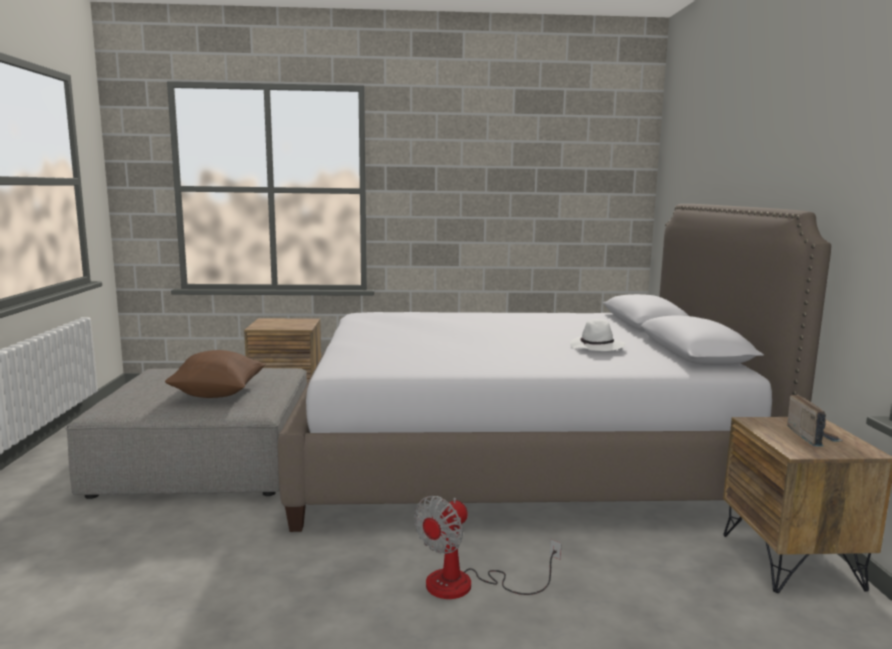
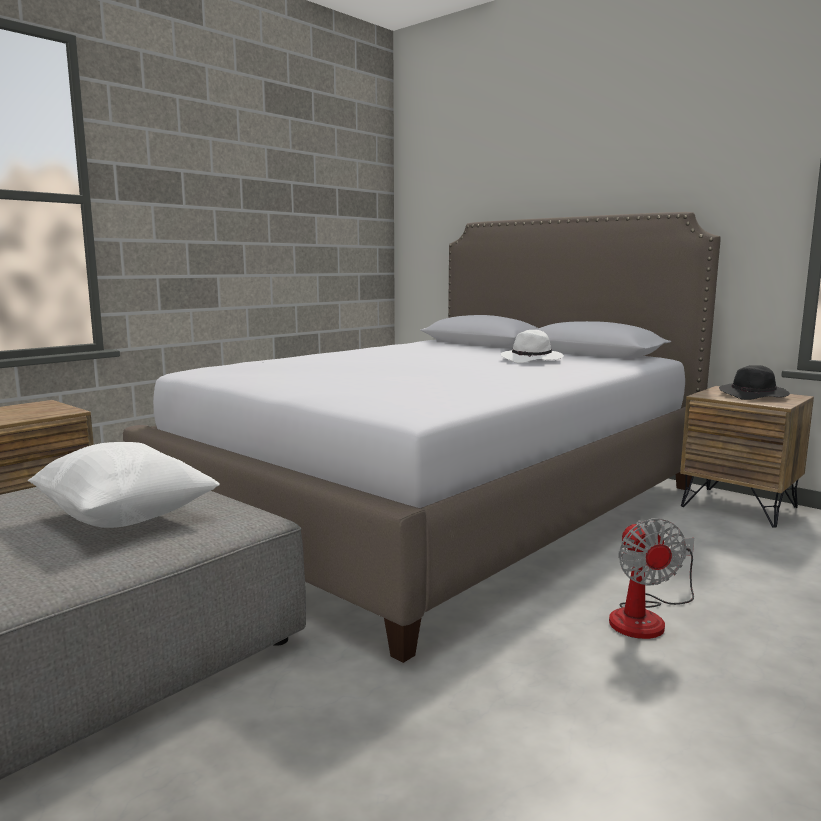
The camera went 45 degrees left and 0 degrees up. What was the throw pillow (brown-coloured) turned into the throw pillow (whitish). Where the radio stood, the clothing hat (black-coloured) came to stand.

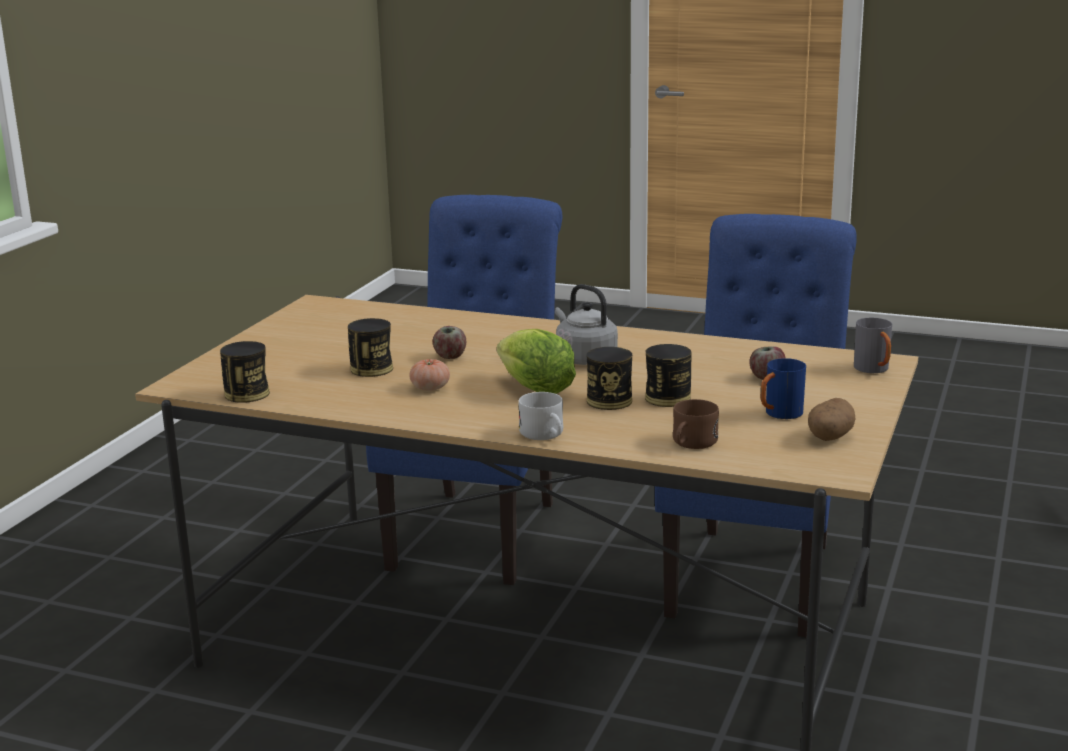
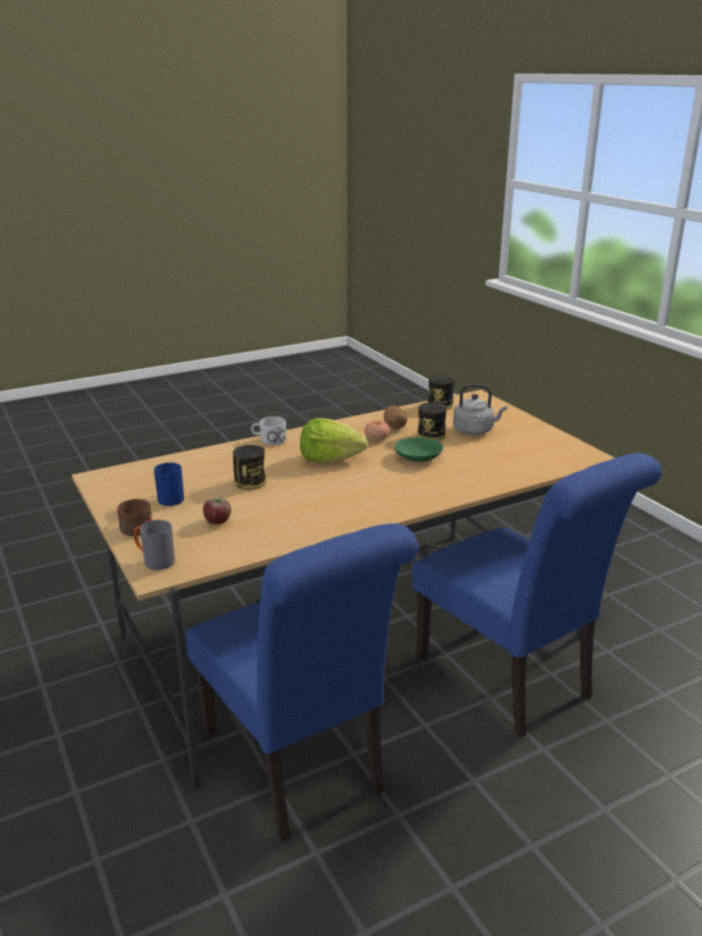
The camera went 130 degrees right and 5 degrees up. The kettle (gray) ended up elsewhere. Where the whole apple (1st from left) stood, the deep dish (greenish) came to stand. The second view lost the metal can (3rd from left). The potato ended up elsewhere. The coffee mug (brown-coloured) ended up elsewhere.

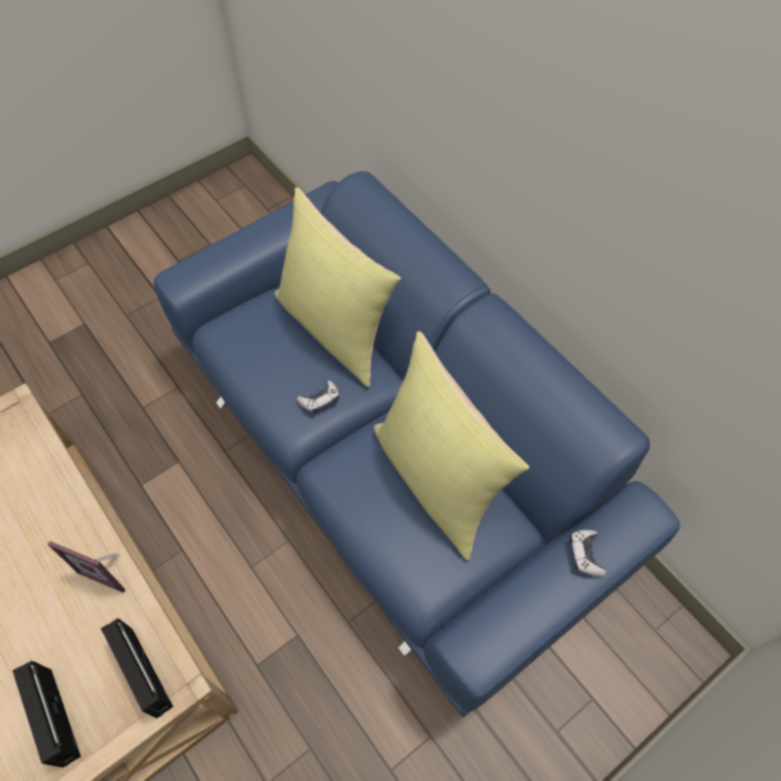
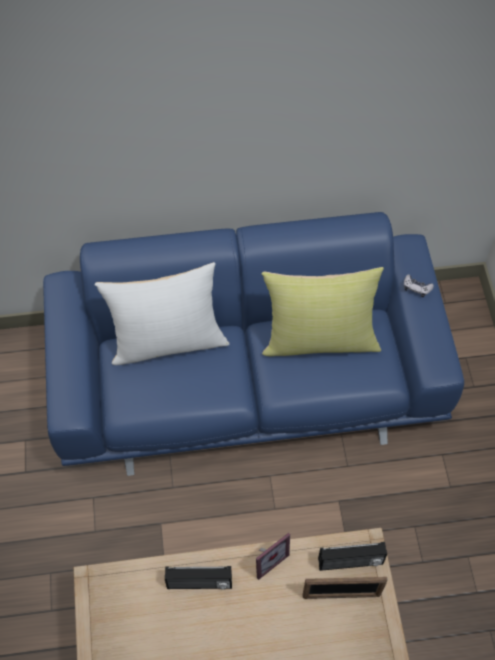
The camera went 60 degrees left and 0 degrees up. What was the throw pillow (yellow) (1st from left) turned into the throw pillow (whitish). The second view lost the joypad (1st from left). The radio (1st from left) ended up elsewhere. The second view gained the standing frame (2nd from left).

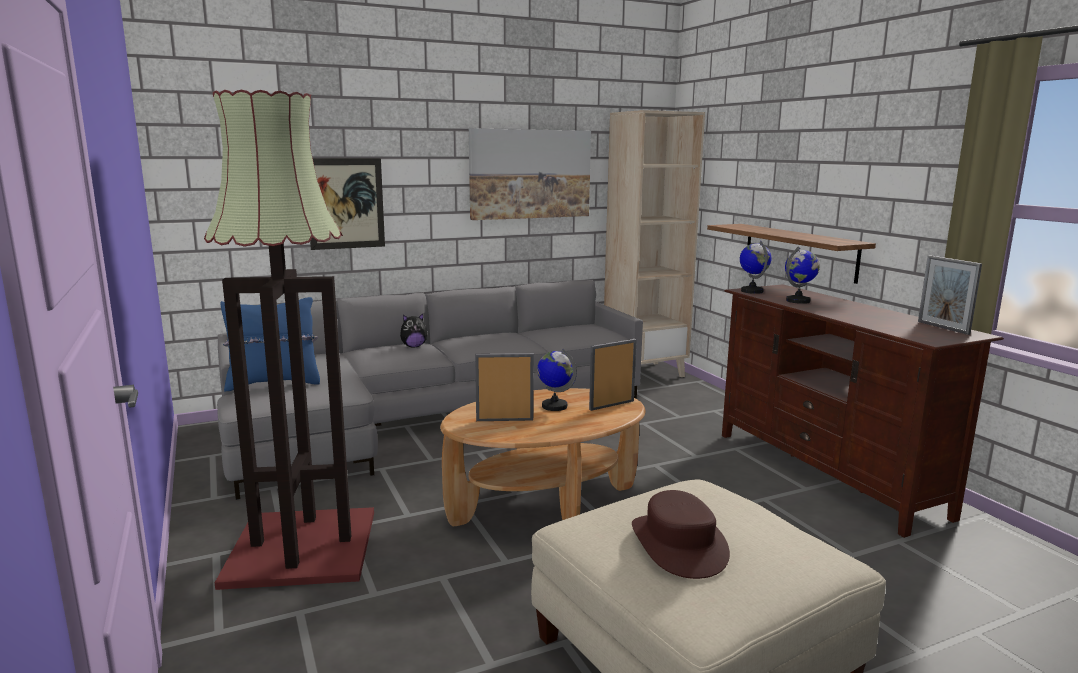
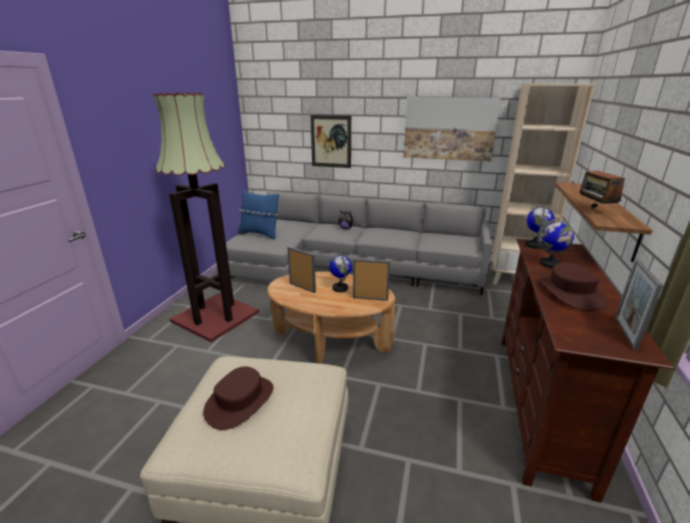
The camera went 40 degrees right and 10 degrees up. The second view gained the radio. The second view gained the clothing hat (brown-coloured) (2nd from left).

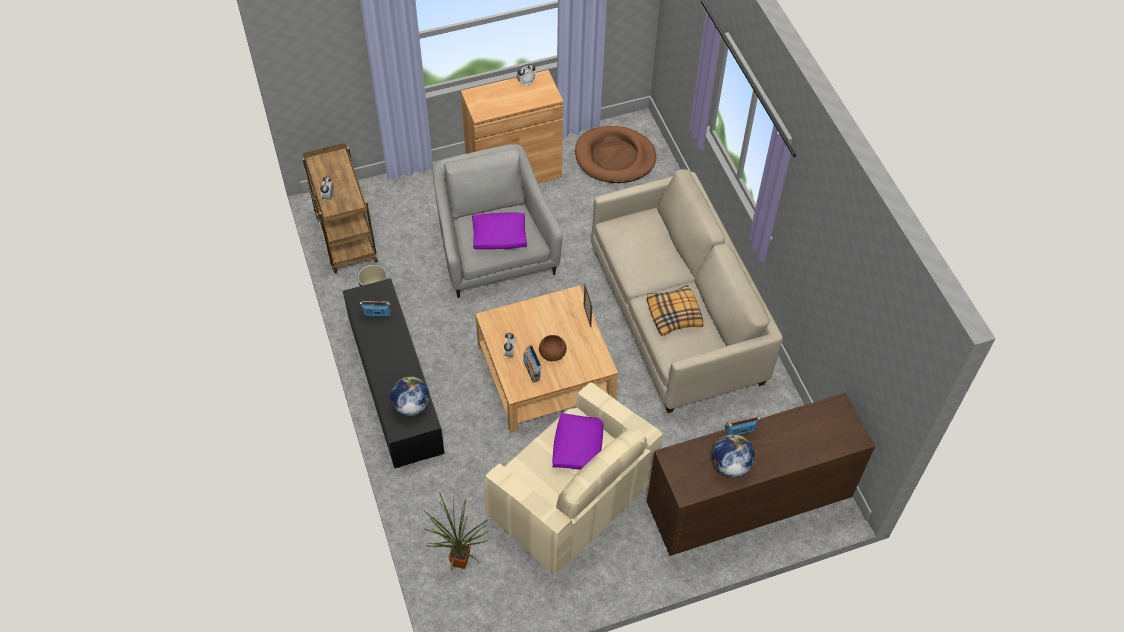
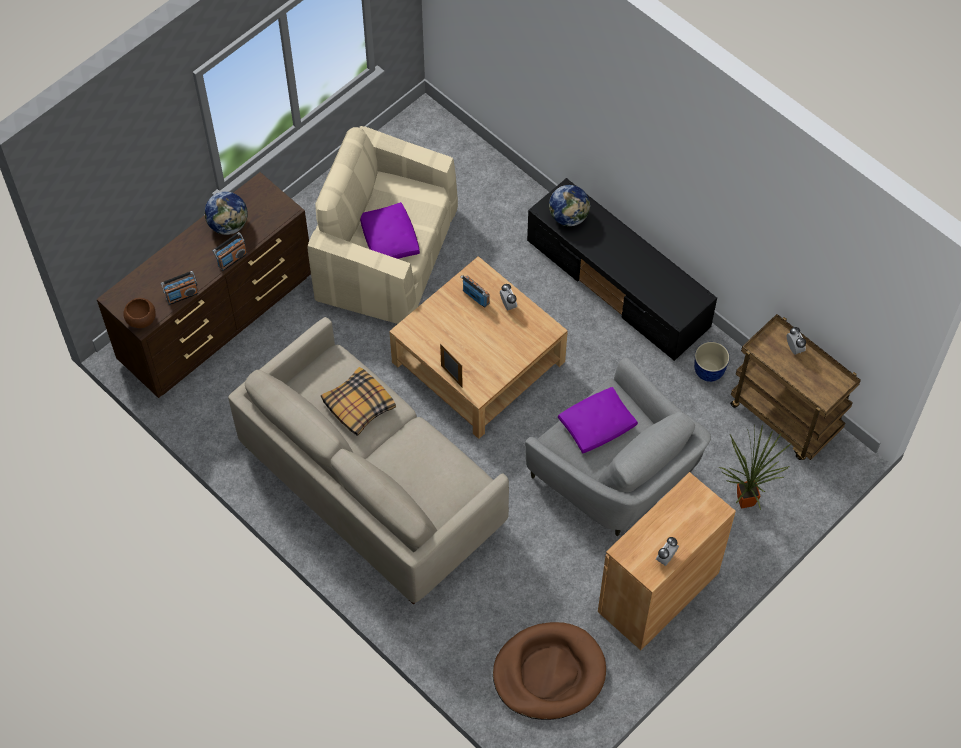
The camera went 155 degrees right and 5 degrees up. The radio (1st from left) ended up elsewhere. The deep dish (brown-coloured) ended up elsewhere. The houseplant ended up elsewhere.

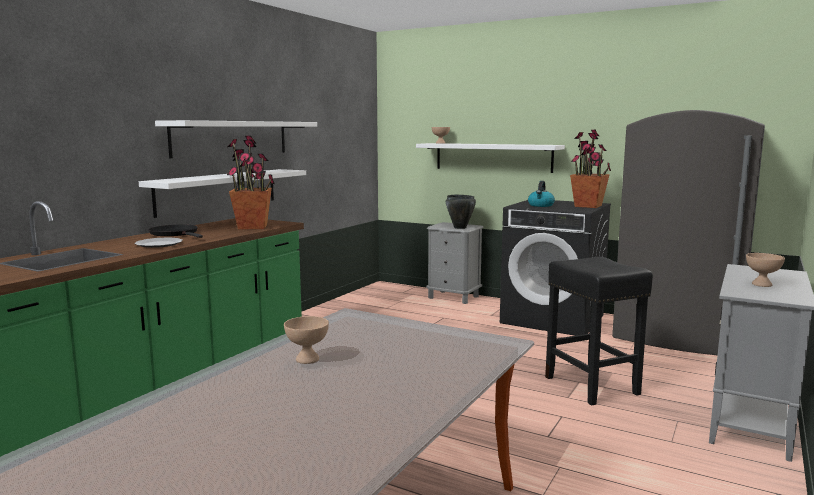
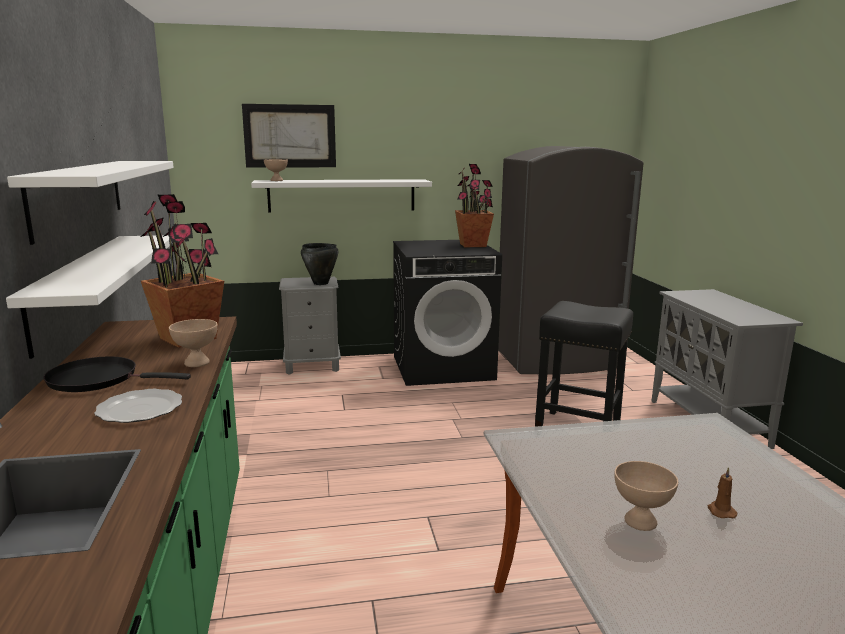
The camera went 40 degrees left and 5 degrees up. The second view lost the kettle. The deep dish (beige-coloured) (3rd from left in the first image) ended up elsewhere. The second view gained the picture. The second view gained the wax candle (brown-coloured).

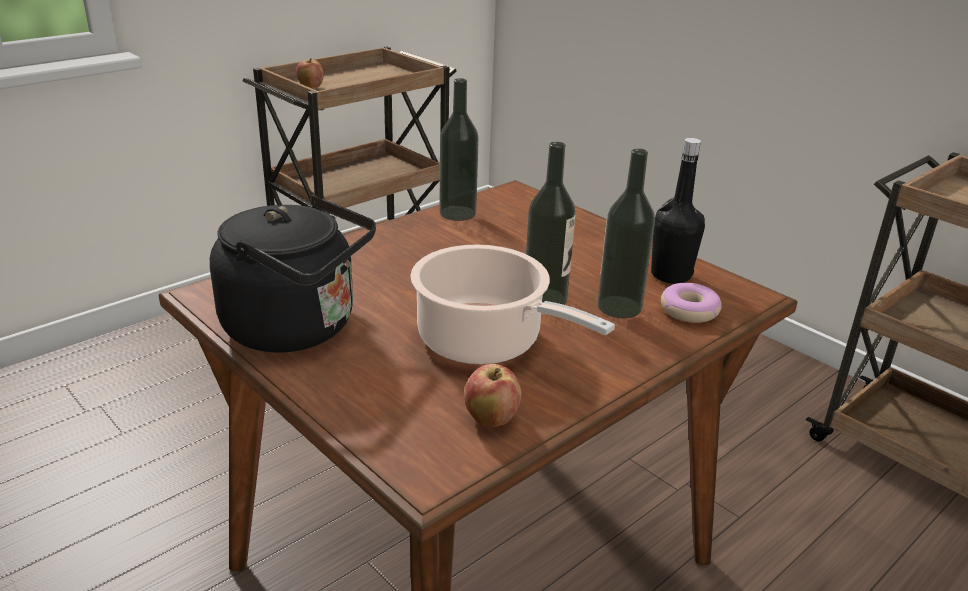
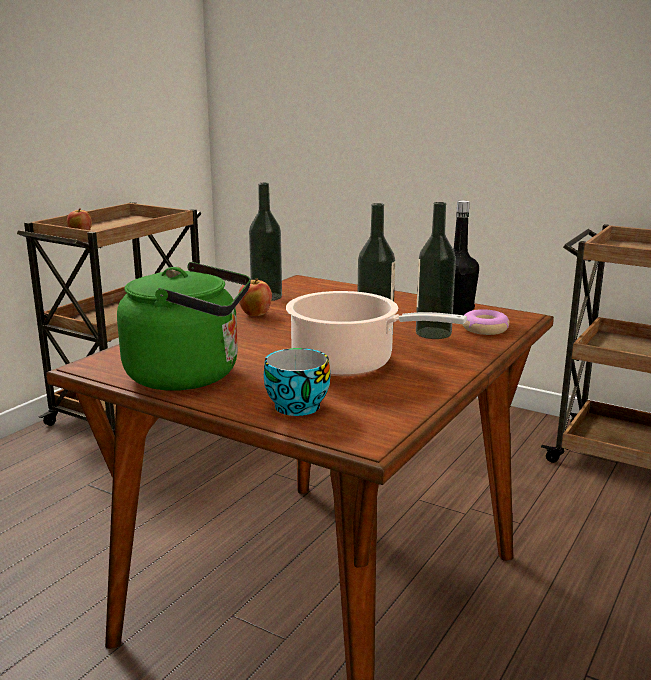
The camera went 15 degrees left and 10 degrees down. What was the kettle (black-coloured) turned into the kettle (greenish). The whole apple (2nd from left) ended up elsewhere. The second view gained the small cup.

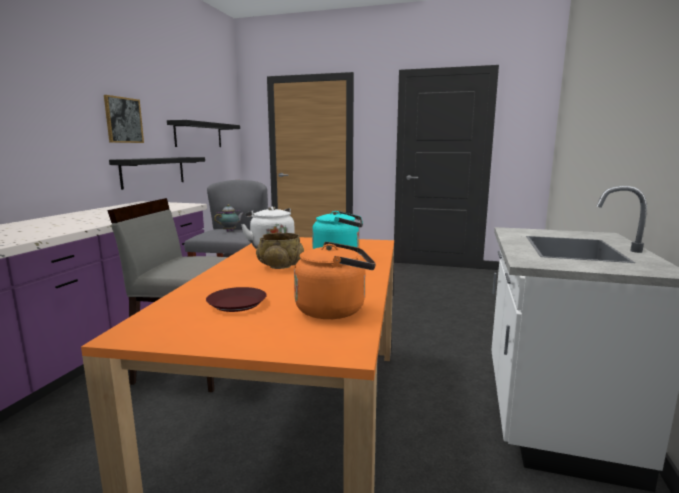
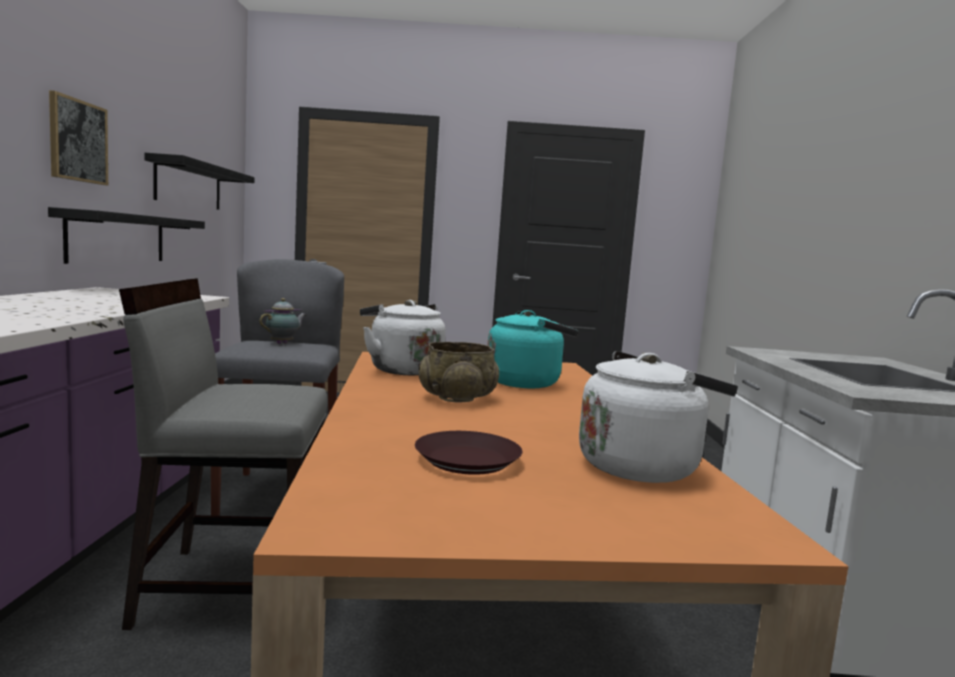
The camera went 15 degrees left and 5 degrees down. What was the kettle (orangey) turned into the kettle (whitish) (2nd from left).

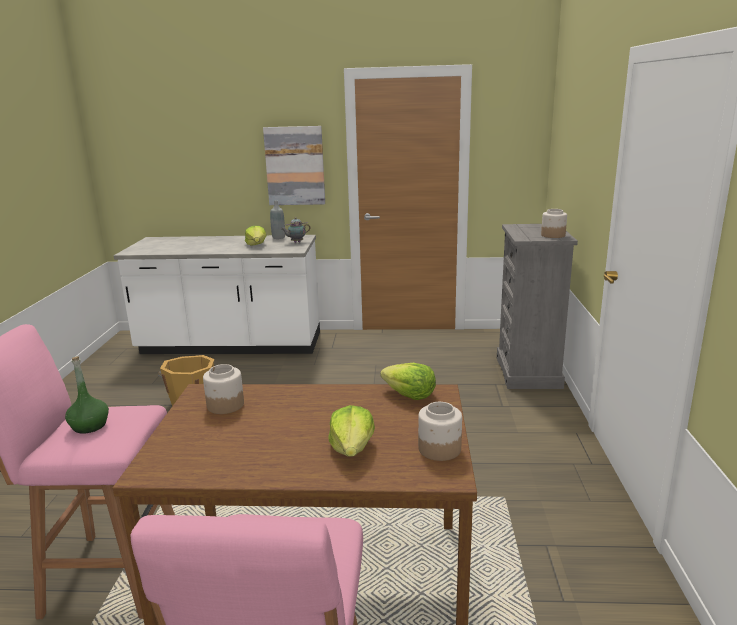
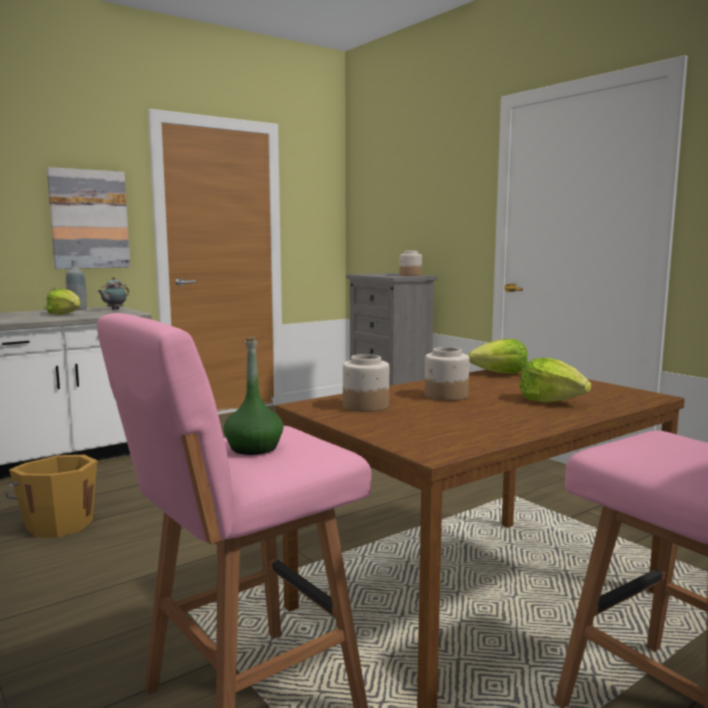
The camera went 40 degrees left and 10 degrees down. The preserve jar (2nd from left in the first image) ended up elsewhere.

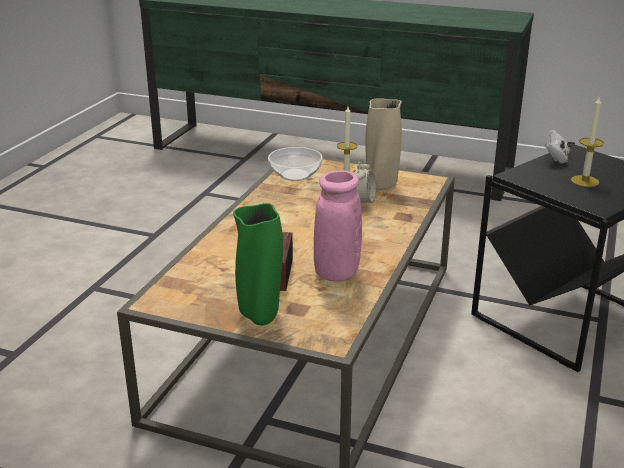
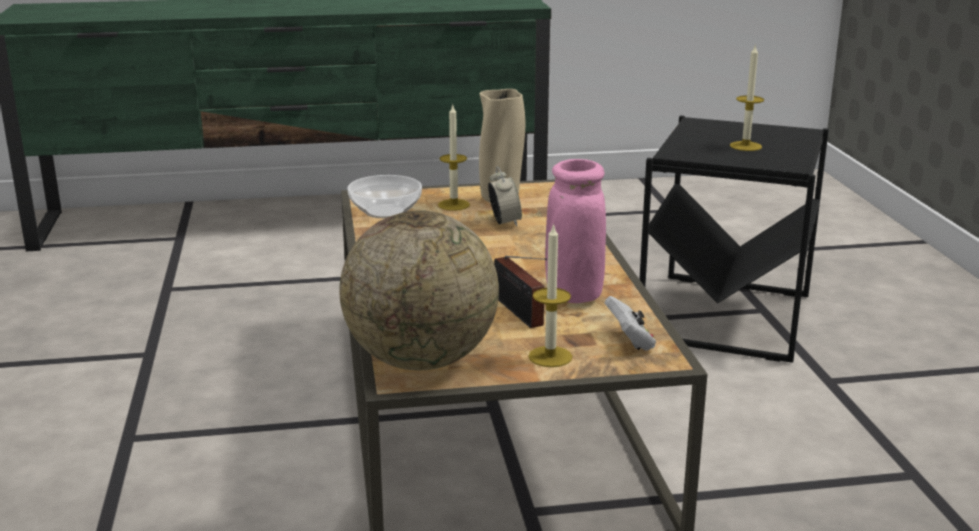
The camera went 30 degrees left and 5 degrees down. The joypad (whitish) ended up elsewhere. Where the decorative vase (greenish) stood, the wax candle (2nd from left) came to stand. The second view gained the world globe.

